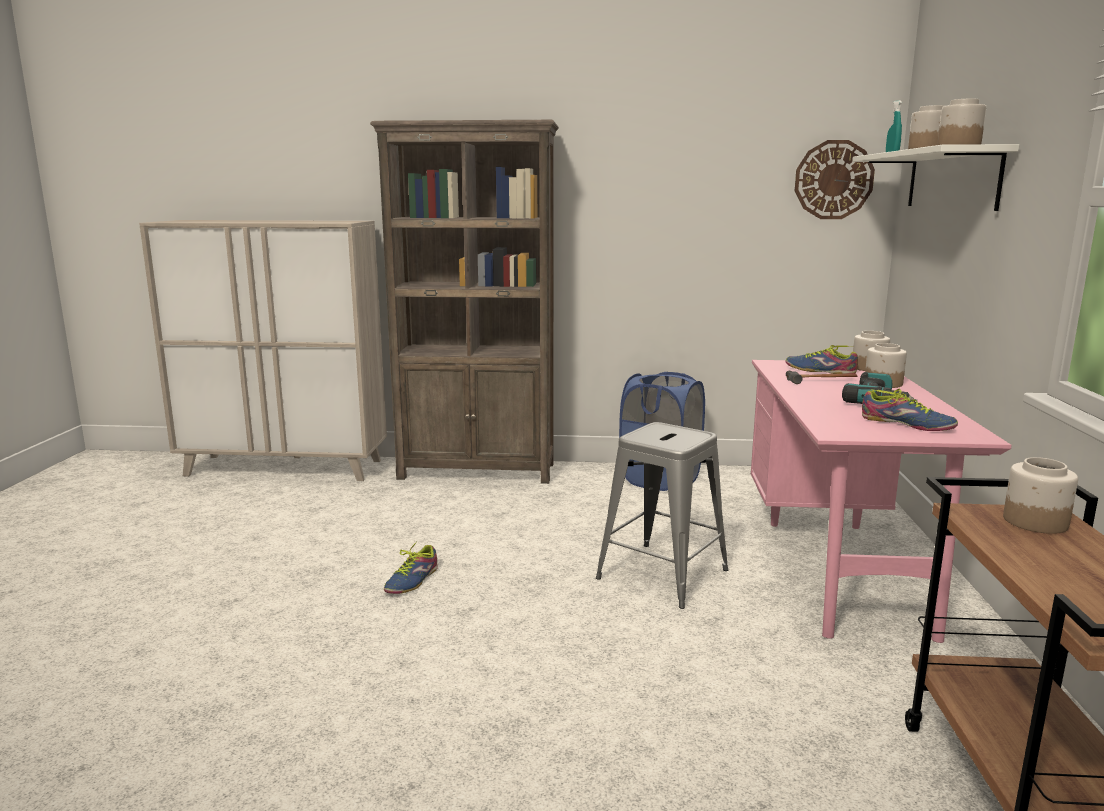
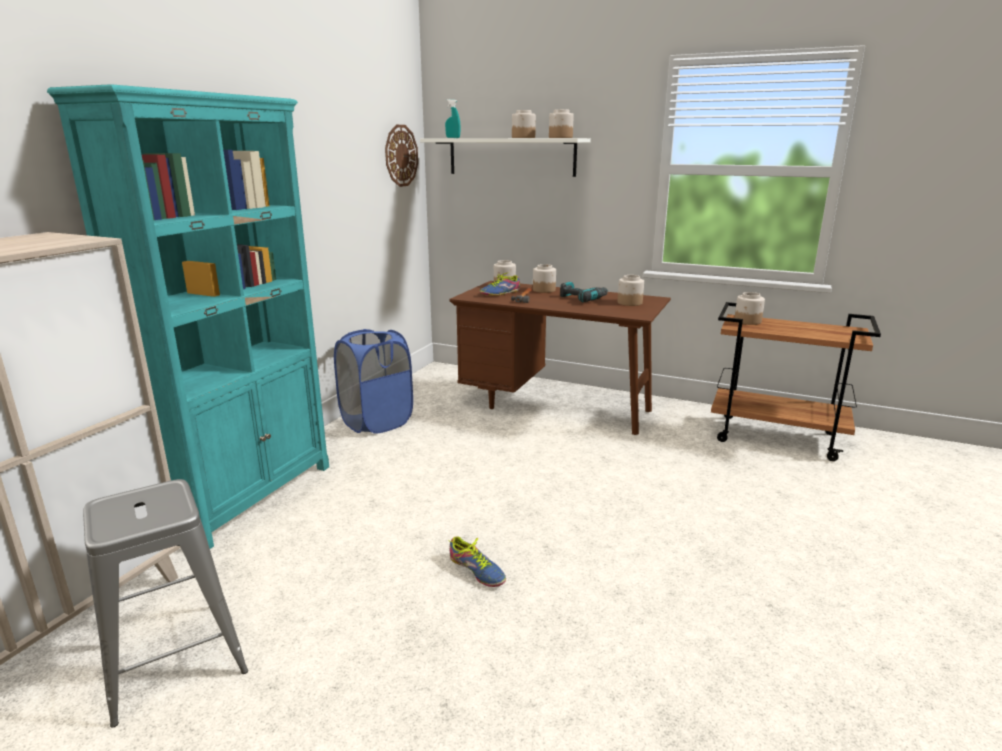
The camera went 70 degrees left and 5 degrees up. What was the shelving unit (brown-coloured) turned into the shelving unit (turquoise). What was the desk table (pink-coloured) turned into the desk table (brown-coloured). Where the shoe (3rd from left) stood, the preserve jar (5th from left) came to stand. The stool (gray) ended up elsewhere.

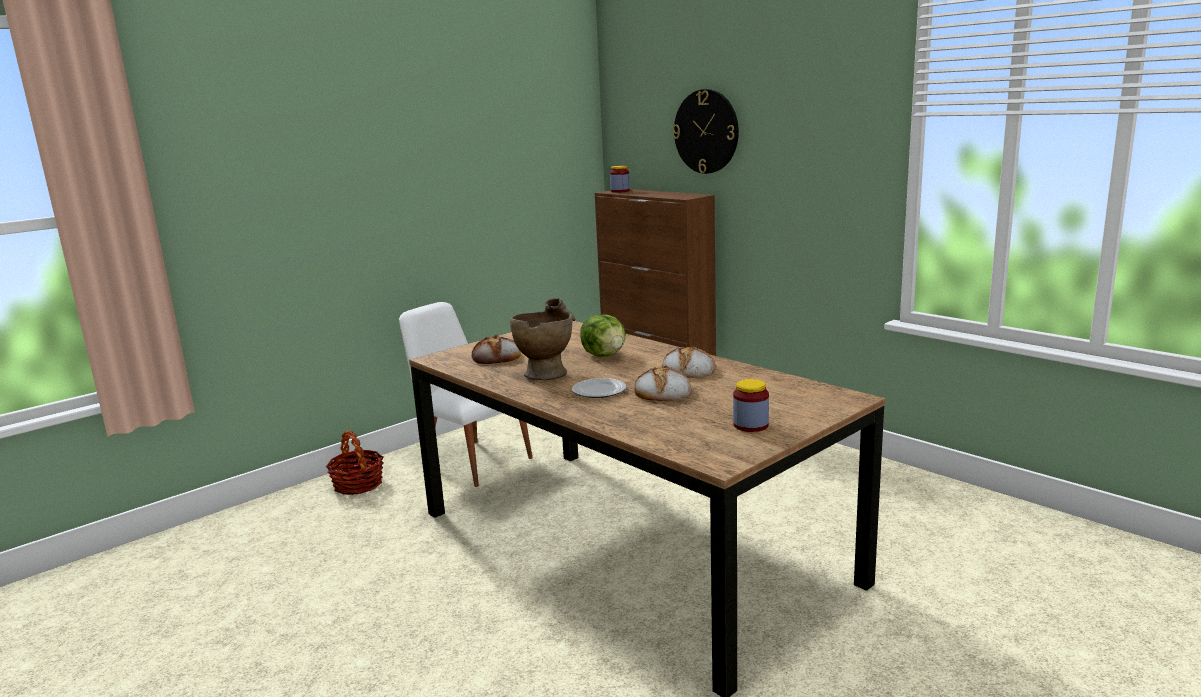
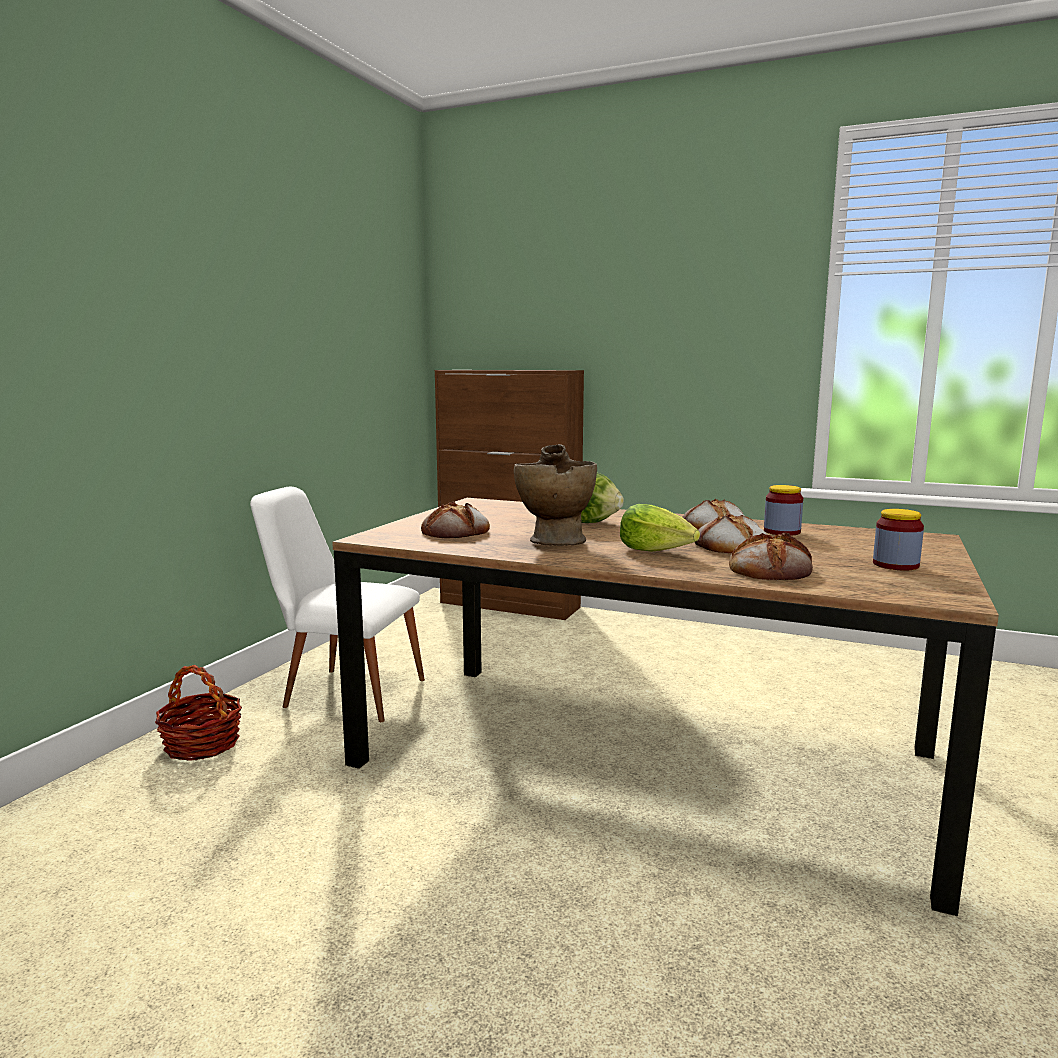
The camera went 25 degrees left and 5 degrees down. The second view lost the clock on the wall. The preserve jar (1st from left) ended up elsewhere. Where the plate stood, the head of lettuce (2nd from left) came to stand. The second view gained the bread (4th from left).

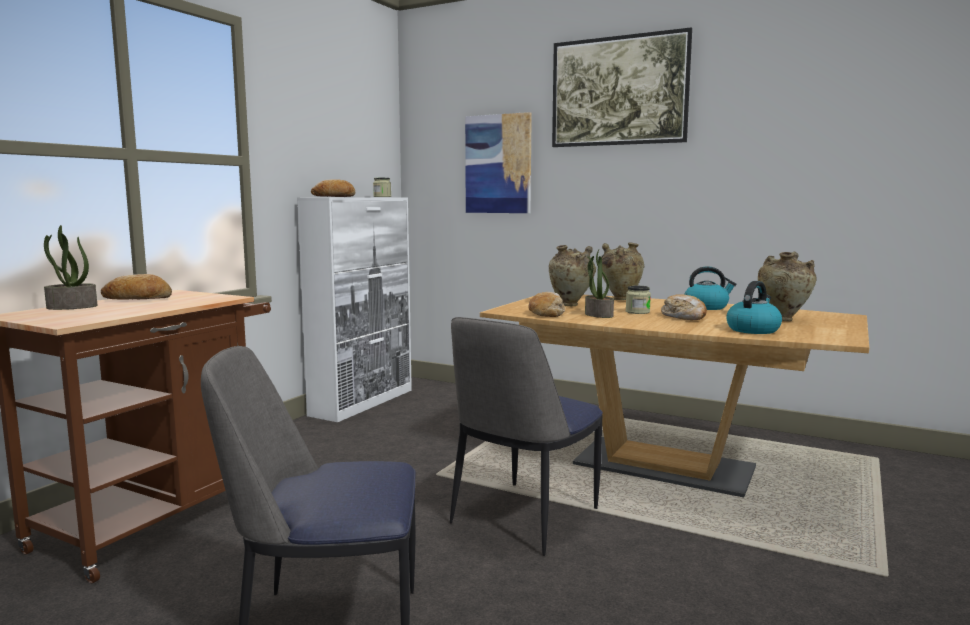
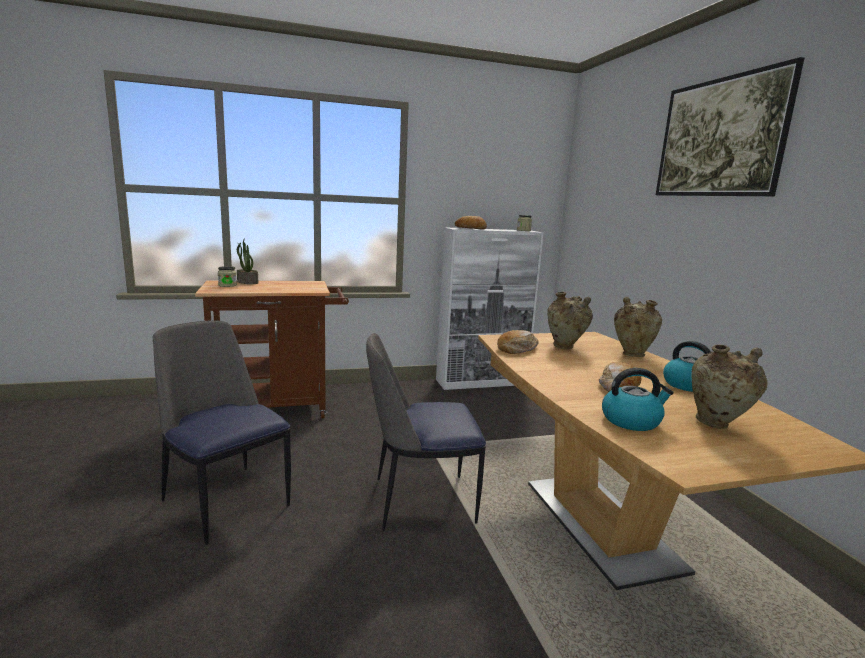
The camera went 45 degrees right and 5 degrees up. The second view lost the picture (1st from left). The second view lost the houseplant (2nd from left). The second view lost the bread (1st from left). The preserve jar (2nd from left in the first image) ended up elsewhere.

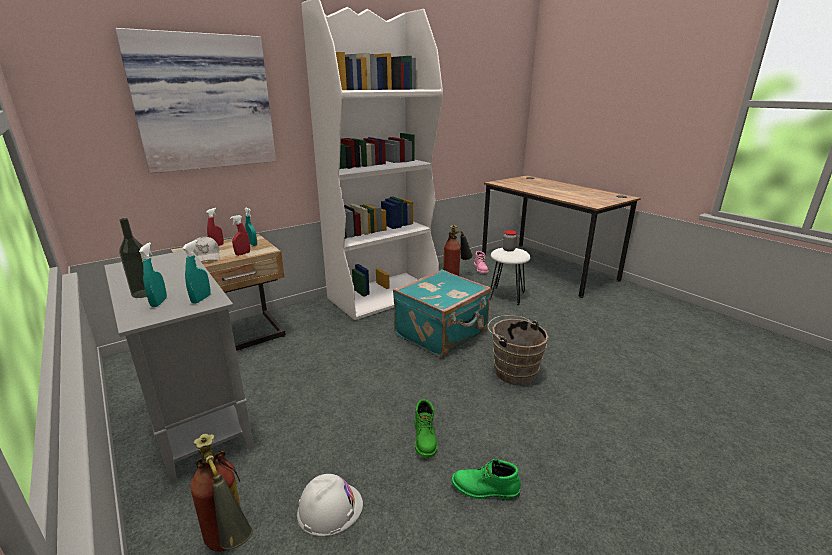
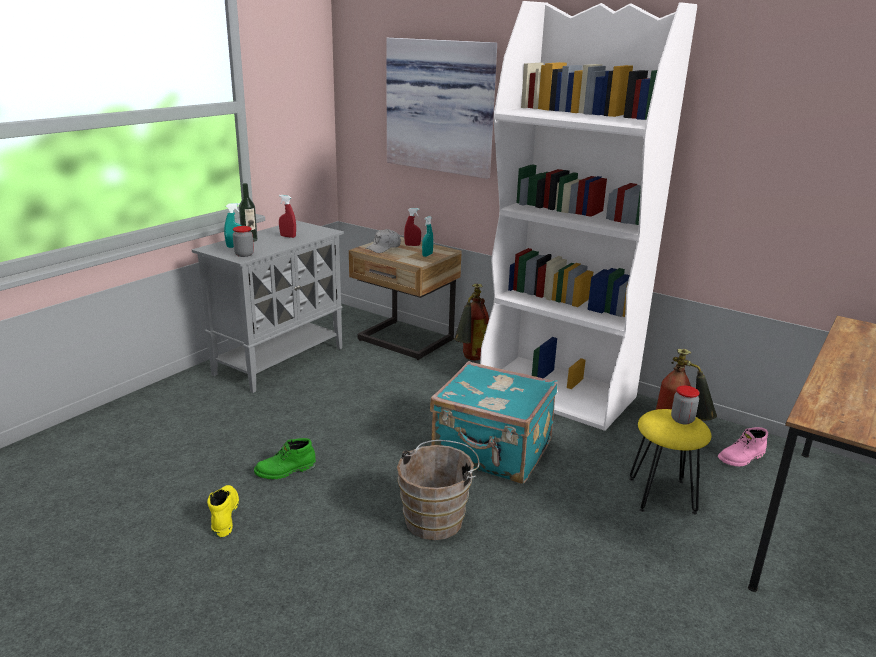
The camera went 70 degrees right and 0 degrees up. The sprayer (reddish) (2nd from left in the first image) ended up elsewhere. Where the sprayer (turquoise) (2nd from left) stood, the preserve jar (1st from left) came to stand. What was the stool (whitish) turned into the stool (yellow). The extinguisher (1st from left) ended up elsewhere. What was the tall boot (greenish) (2nd from left) turned into the tall boot (yellow). The second view lost the safety helmet (whitish).

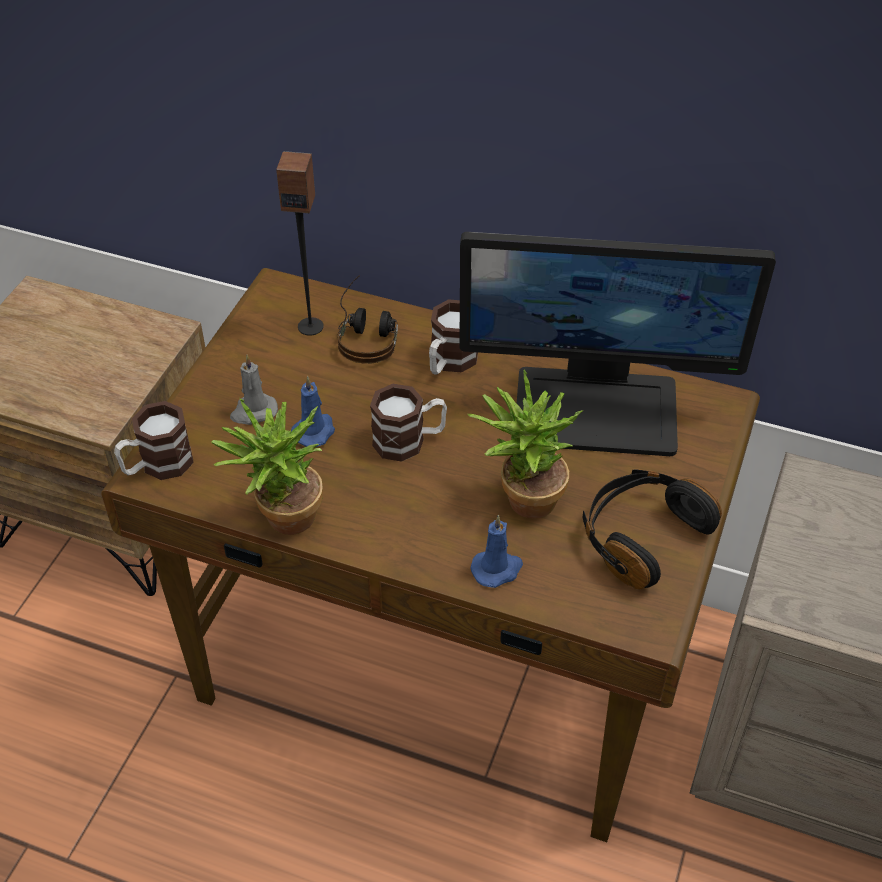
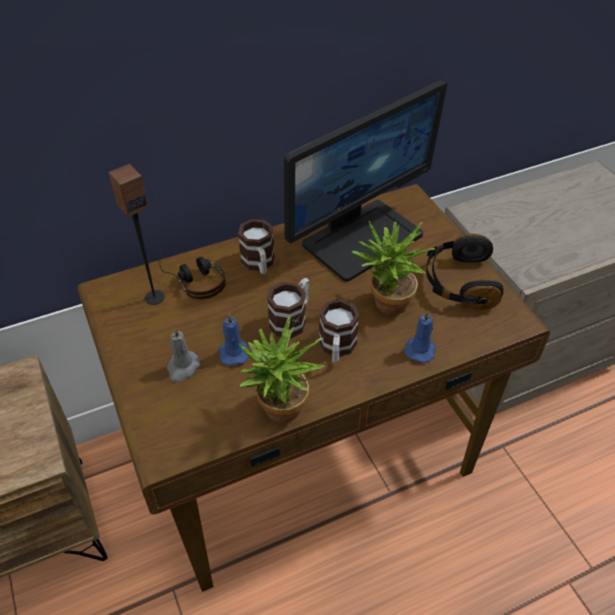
The camera went 45 degrees left and 0 degrees up. The coffee mug (1st from left in the first image) ended up elsewhere.

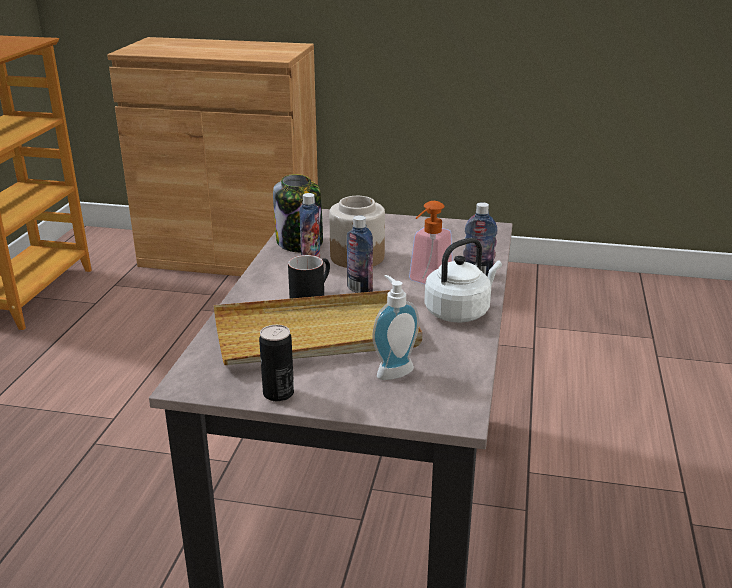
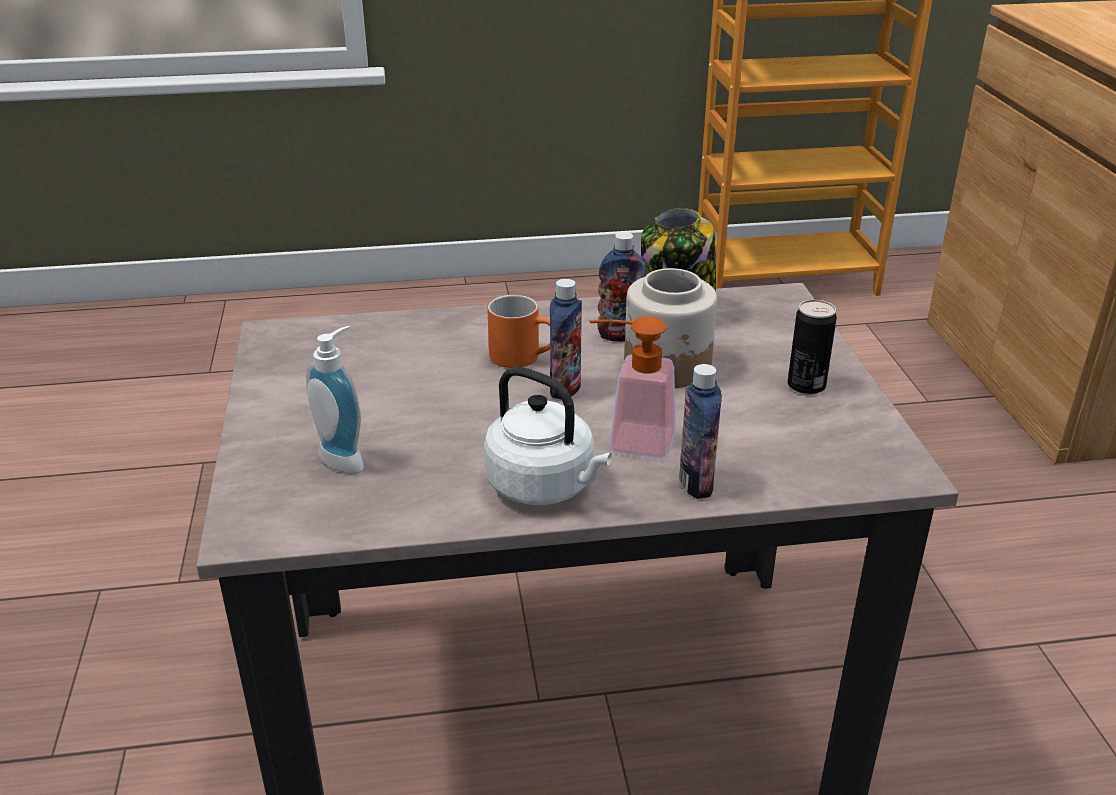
The camera went 70 degrees right and 5 degrees up. What was the coffee mug (black-coloured) turned into the coffee mug (orangey). The second view lost the serving tray (beige-coloured). The metal can ended up elsewhere.

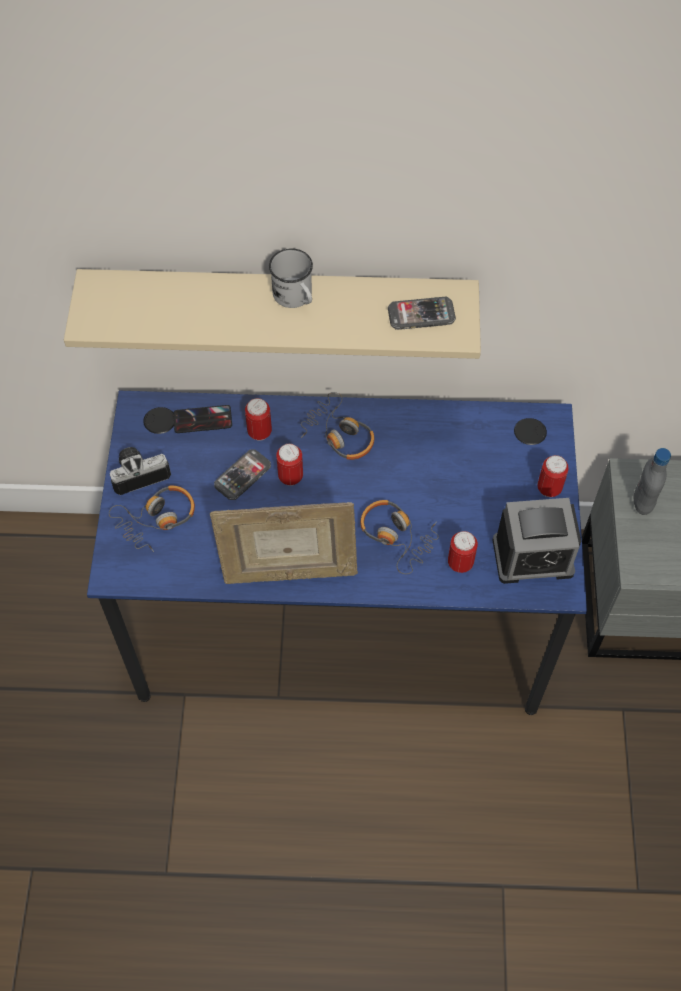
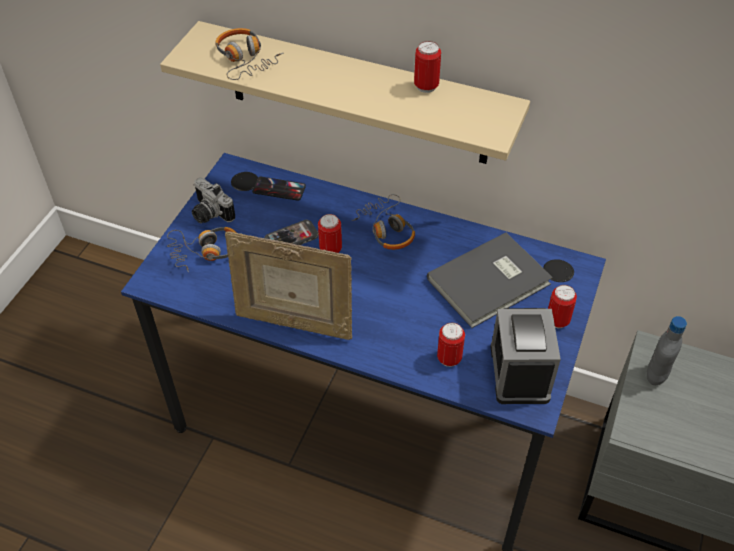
The camera went 20 degrees right and 10 degrees down. The second view lost the coffee mug (whitish). The second view lost the telephone (3rd from left). The metal can (1st from left in the first image) ended up elsewhere. The photo camera ended up facing another way, 135 degrees counterclockwise from before. The bedside clock ended up facing another way, 75 degrees clockwise from before. The headphones (3rd from left in the first image) ended up elsewhere. The second view gained the bound book (gray).

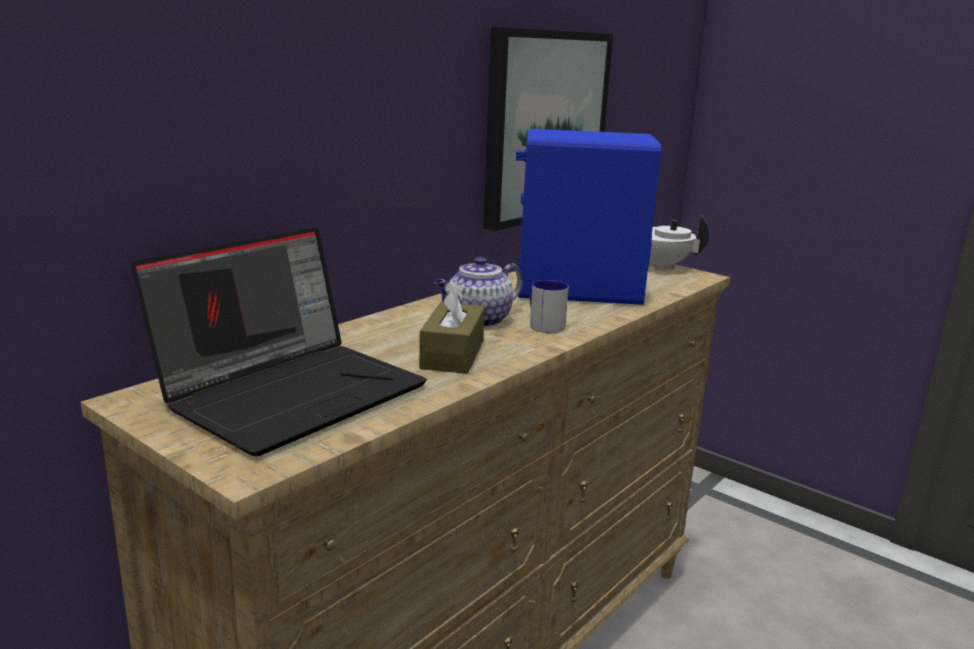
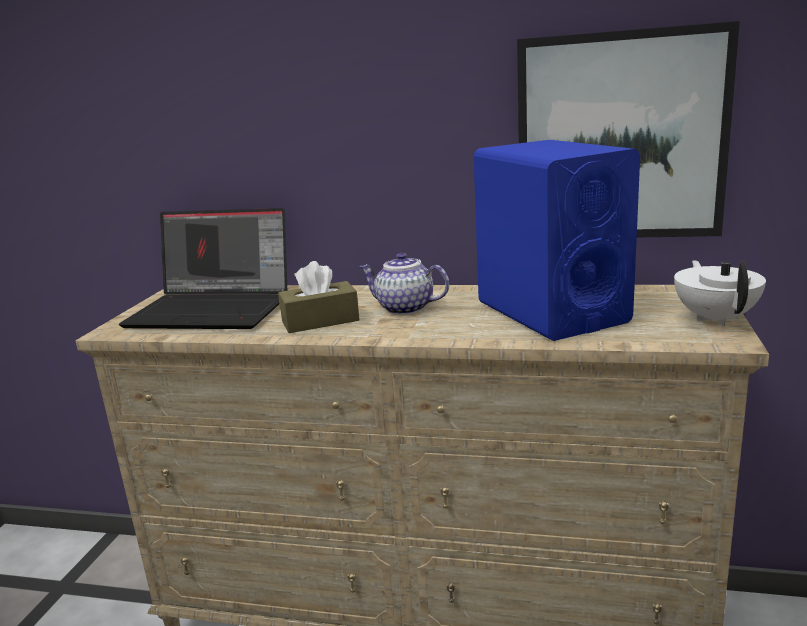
The camera went 65 degrees right and 0 degrees up. The second view lost the coffee mug.

